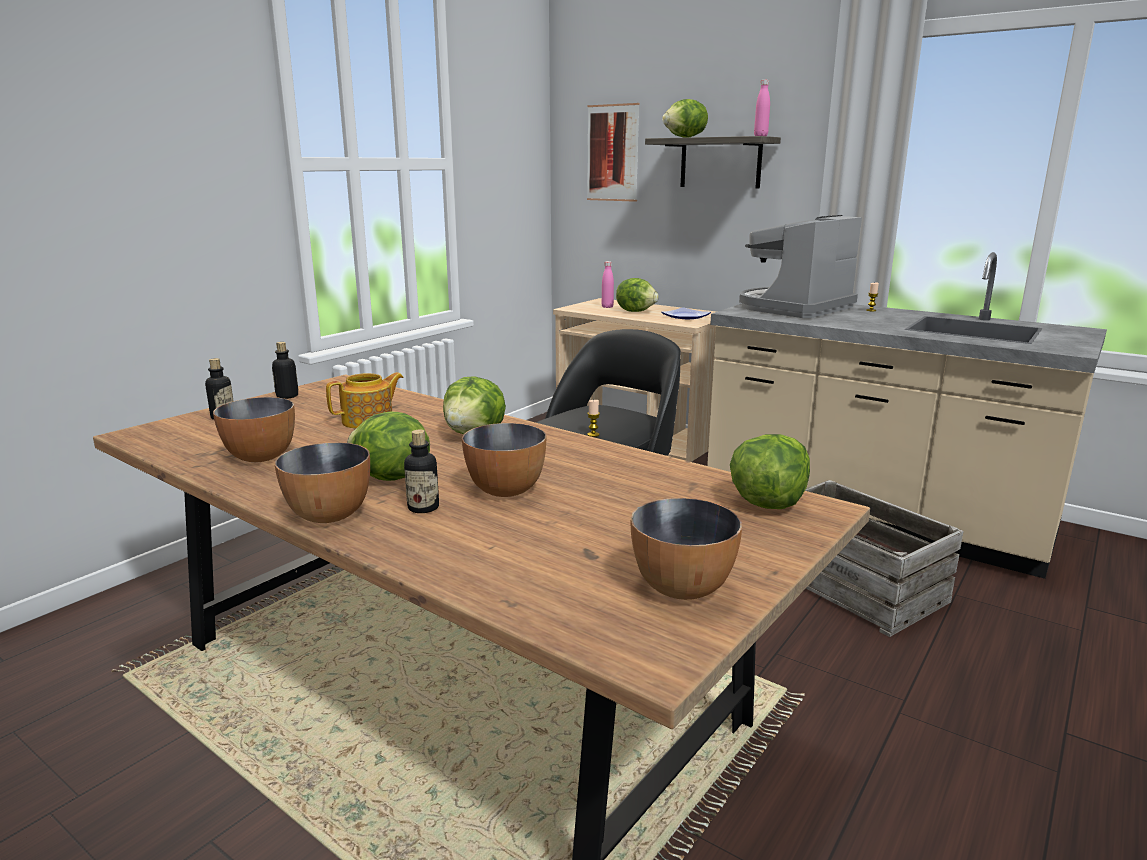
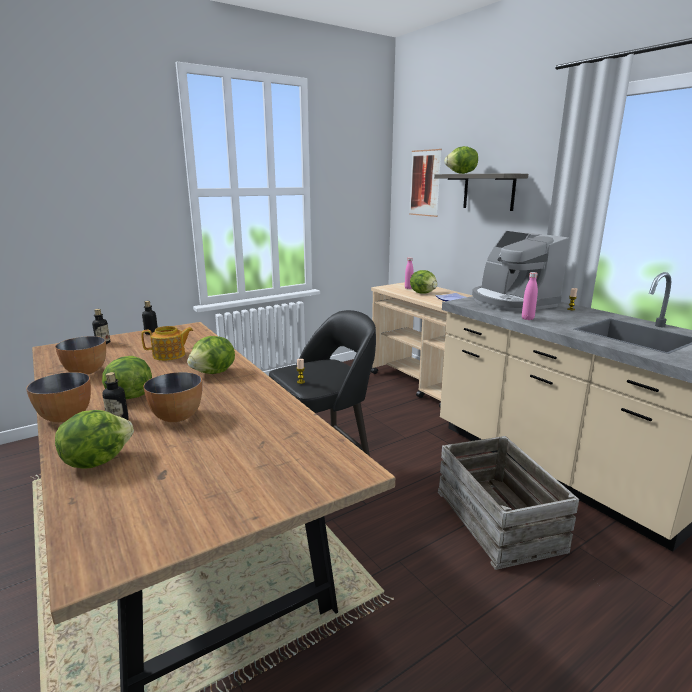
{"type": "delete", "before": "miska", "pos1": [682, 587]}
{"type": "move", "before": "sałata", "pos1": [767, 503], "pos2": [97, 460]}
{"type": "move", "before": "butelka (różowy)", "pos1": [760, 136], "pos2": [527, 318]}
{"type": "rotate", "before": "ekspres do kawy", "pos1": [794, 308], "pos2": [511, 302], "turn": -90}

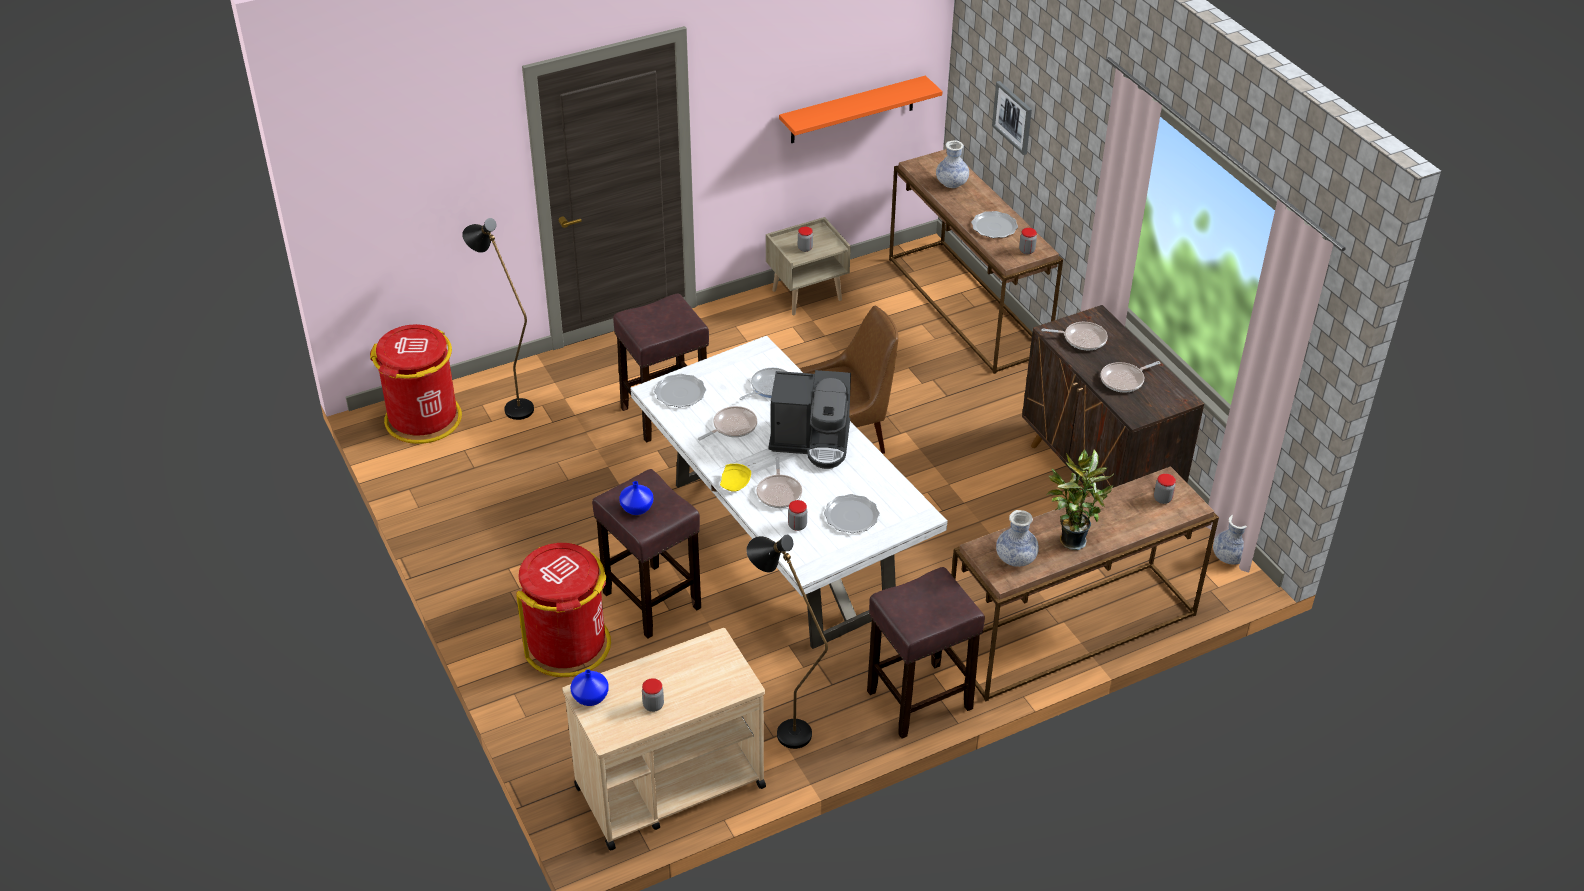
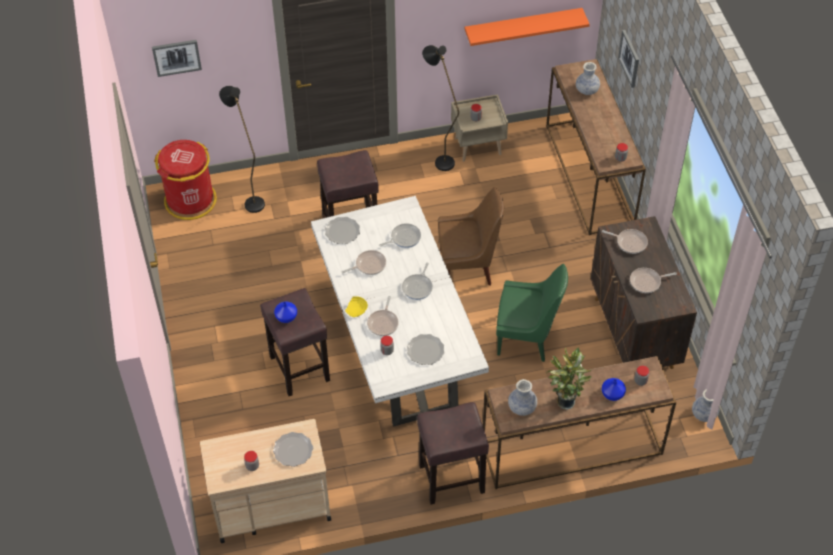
{"type": "delete", "before": "kosz na śmieci (czerwony)", "pos1": [568, 645]}
{"type": "insert", "after": "obraz", "pos2": [176, 57]}
{"type": "insert", "after": "krzesło (zielony)", "pos2": [527, 337]}
{"type": "move", "before": "wazon (niebieski)", "pos1": [589, 697], "pos2": [612, 394]}
{"type": "move", "before": "lampa stojąca (czarny)", "pos1": [783, 728], "pos2": [440, 159]}
{"type": "move", "before": "talerz", "pos1": [994, 227], "pos2": [293, 450]}
{"type": "replace", "before": "ekspres do kawy", "after": "patelnia", "pos1": [812, 441], "pos2": [418, 287]}

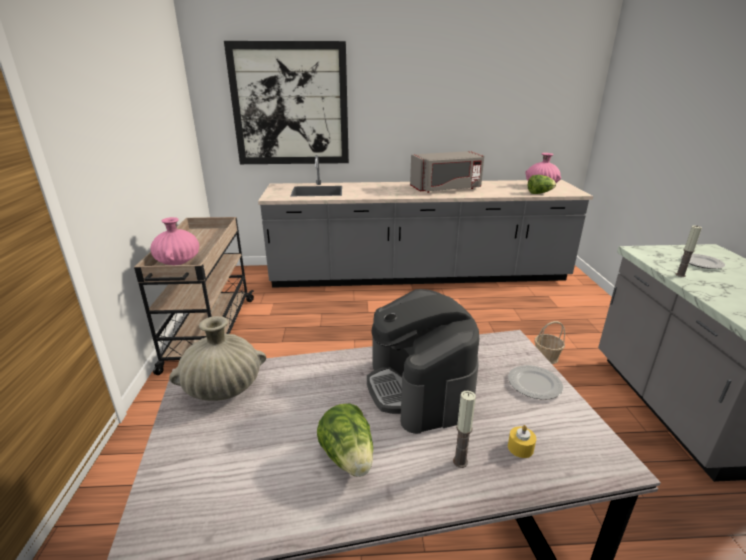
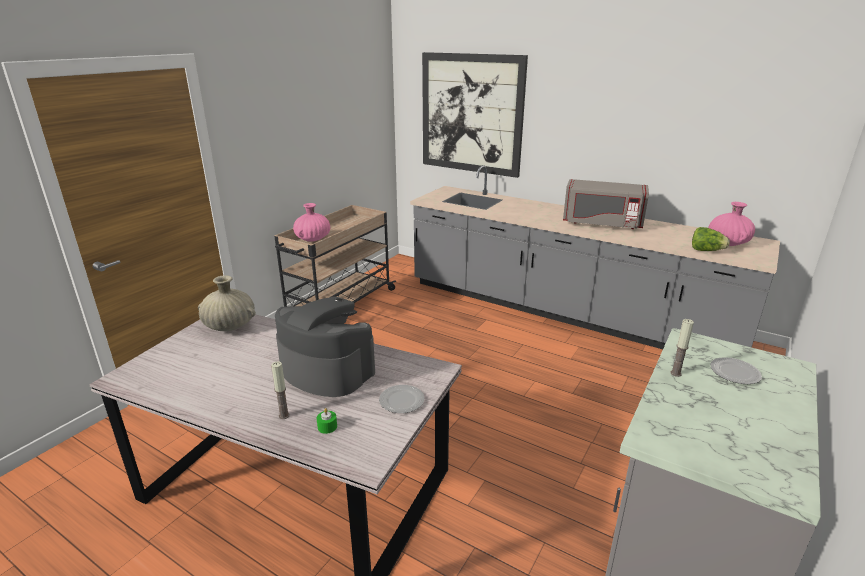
{"type": "delete", "before": "sałata", "pos1": [349, 457]}
{"type": "delete", "before": "koszyk", "pos1": [546, 357]}
{"type": "recolor", "before": "świeca (żółty)", "after": "świeca (zielony)", "pos1": [520, 448], "pos2": [327, 427]}
{"type": "rotate", "before": "ekspres do kawy", "pos1": [419, 388], "pos2": [326, 370], "turn": 105}

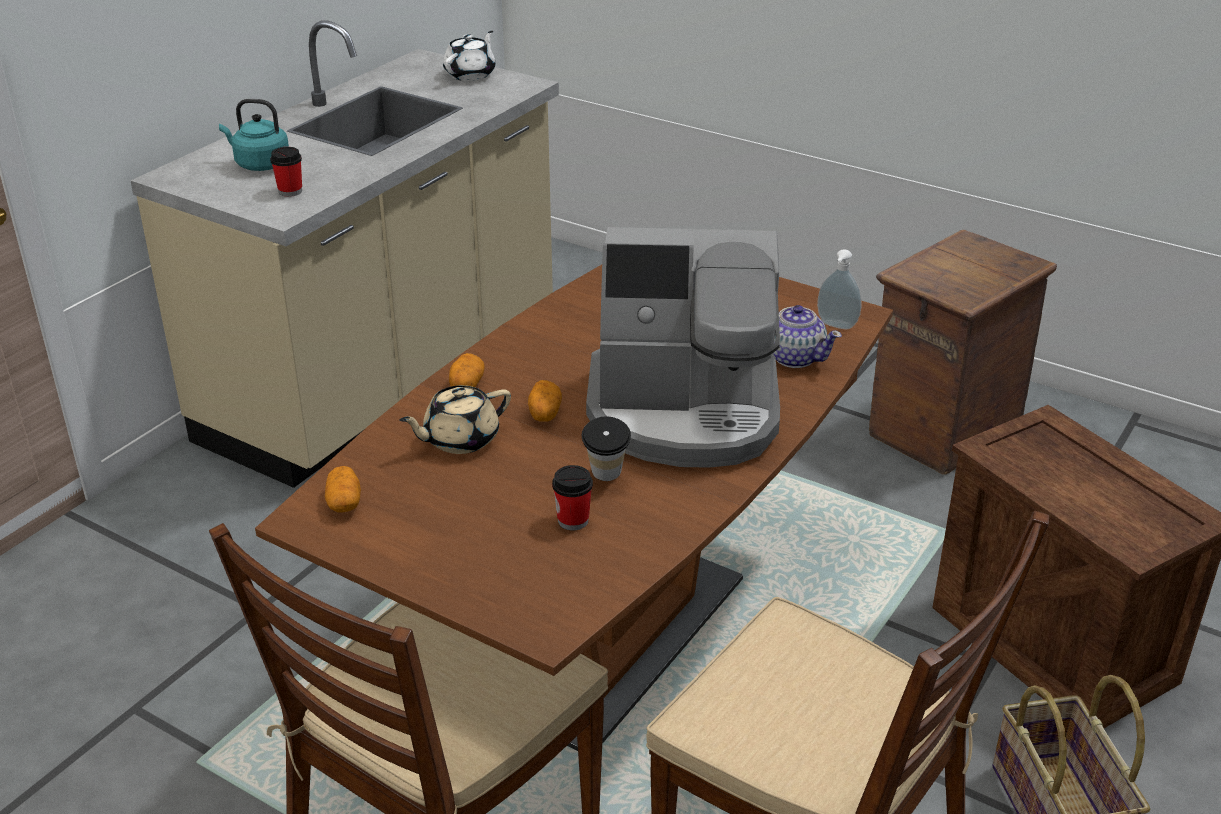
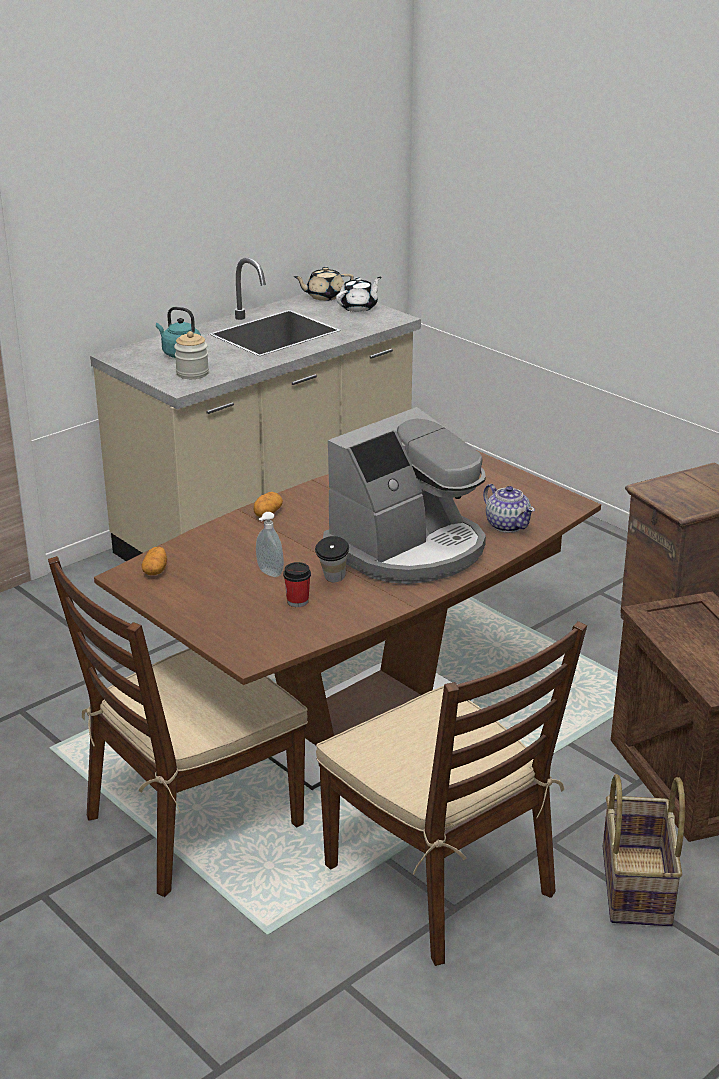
{"type": "delete", "before": "ziemniak", "pos1": [544, 413]}
{"type": "move", "before": "imbryk (beżowy)", "pos1": [459, 439], "pos2": [324, 296]}
{"type": "move", "before": "dozownik mydła", "pos1": [836, 326], "pos2": [268, 573]}
{"type": "replace", "before": "filiżanka", "after": "słoik", "pos1": [290, 191], "pos2": [192, 373]}
{"type": "rotate", "before": "ekspres do kawy", "pos1": [685, 413], "pos2": [408, 550], "turn": -60}

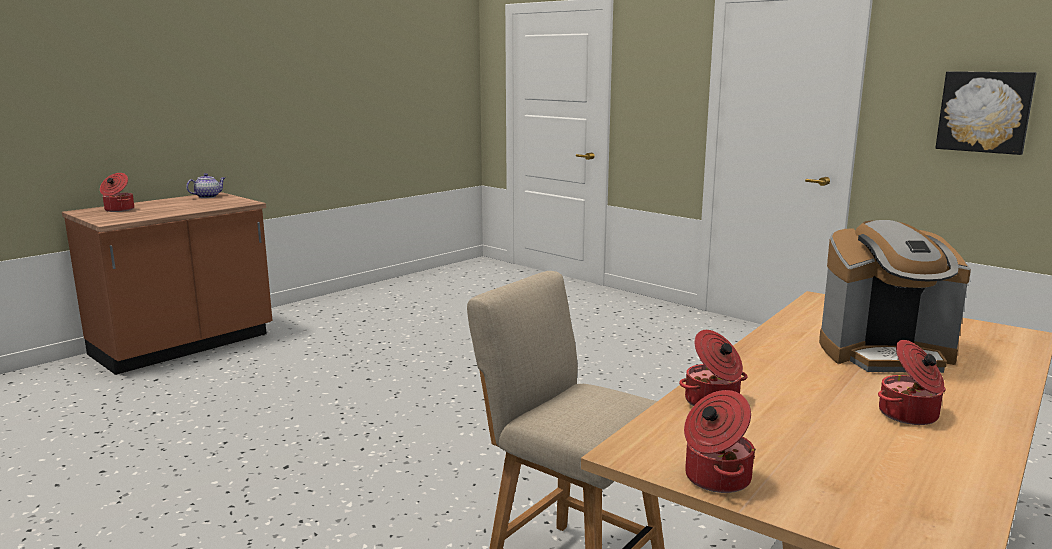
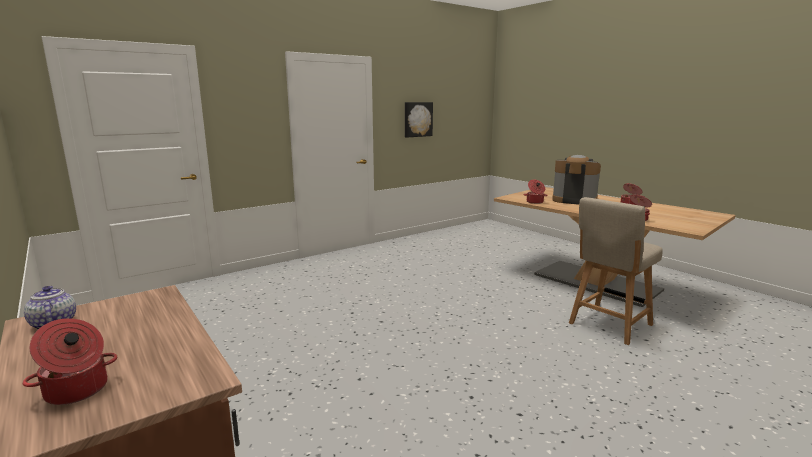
{"type": "move", "before": "garnek", "pos1": [715, 478], "pos2": [535, 202]}
{"type": "rotate", "before": "ekspres do kawy", "pos1": [885, 354], "pos2": [574, 200], "turn": -75}

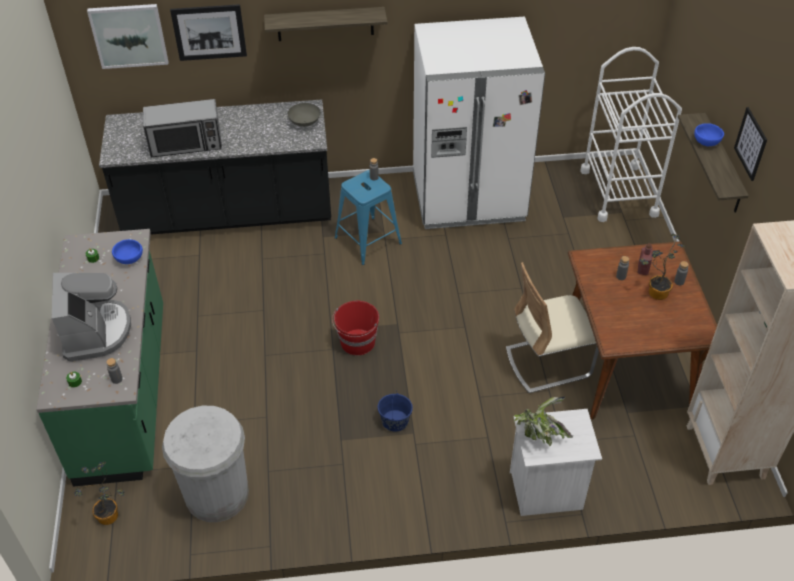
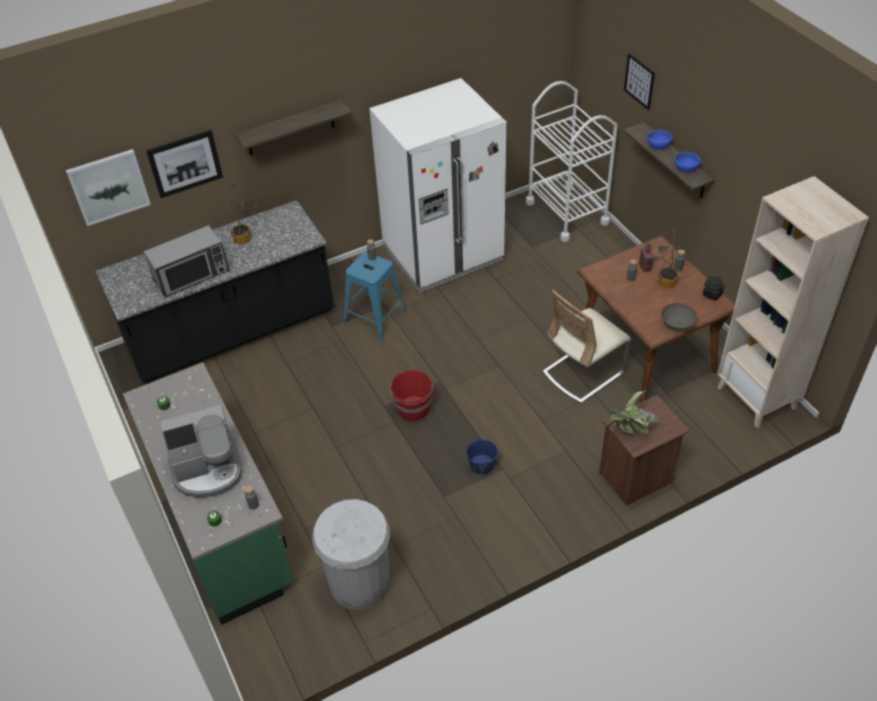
{"type": "insert", "after": "słoik (czarny)", "pos2": [712, 294]}
{"type": "move", "before": "roślina doniczkowa", "pos1": [110, 517], "pos2": [245, 239]}
{"type": "move", "before": "miska (niebieski)", "pos1": [129, 258], "pos2": [685, 168]}
{"type": "move", "before": "miska (szary)", "pos1": [305, 123], "pos2": [677, 324]}
{"type": "move", "before": "obraz", "pos1": [751, 144], "pos2": [639, 81]}
{"type": "recolor", "before": "szafka nocna (biały)", "after": "szafka nocna (brązowy)", "pos1": [546, 491], "pos2": [636, 478]}
{"type": "rotate", "before": "ekspres do kawy", "pos1": [96, 332], "pos2": [208, 470], "turn": 105}

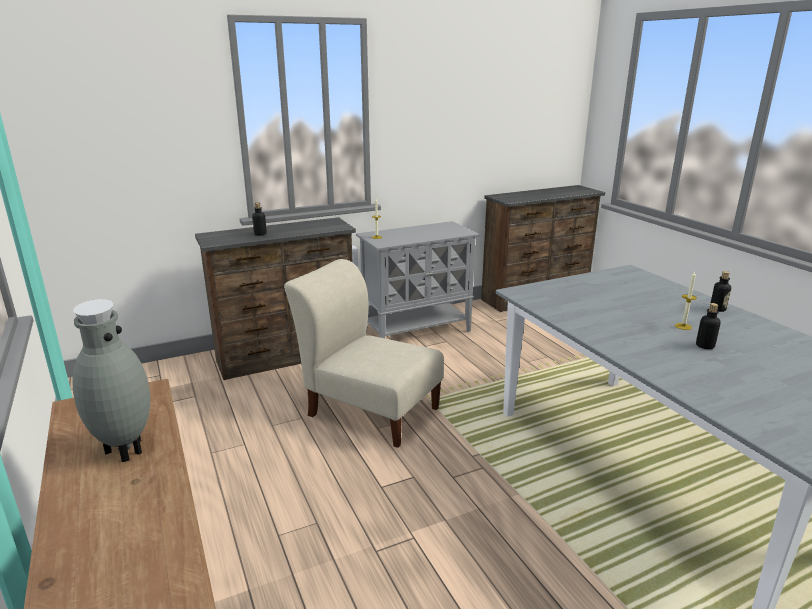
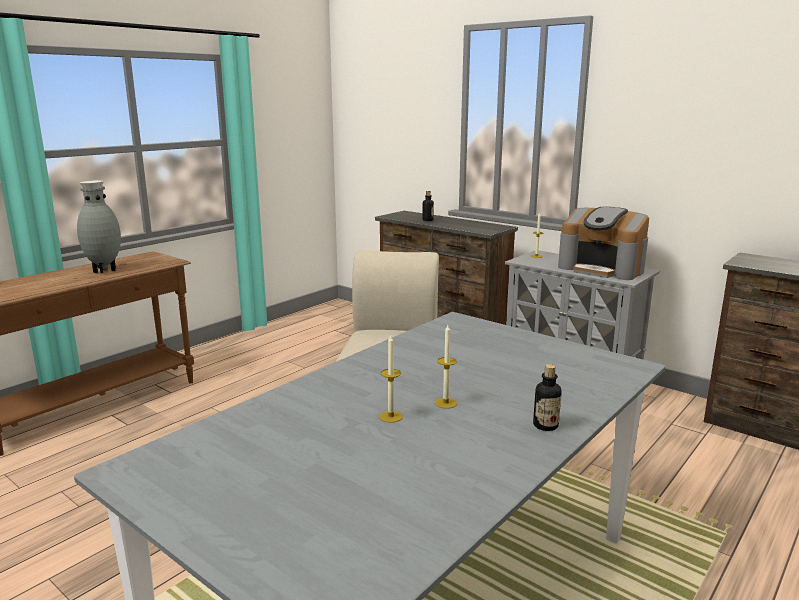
{"type": "insert", "after": "ekspres do kawy", "pos2": [602, 269]}
{"type": "replace", "before": "butelka", "after": "świeca", "pos1": [705, 346], "pos2": [391, 416]}

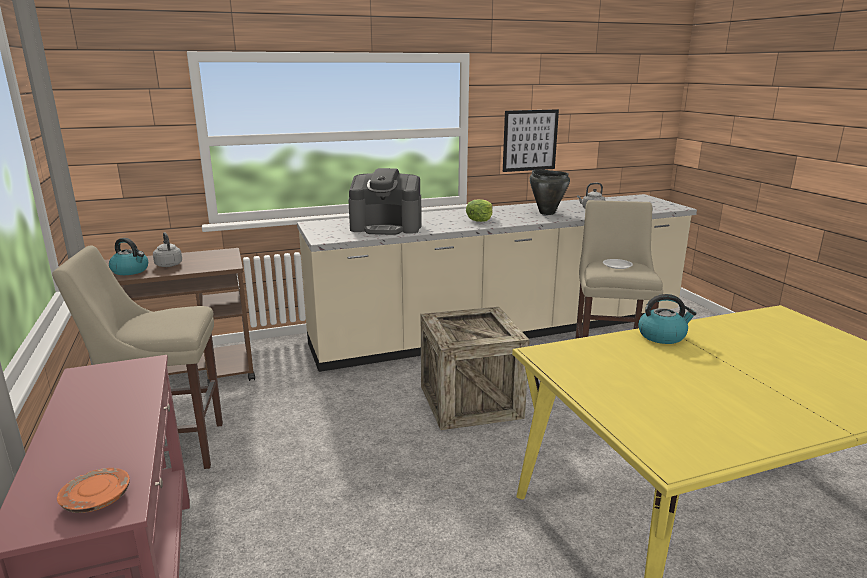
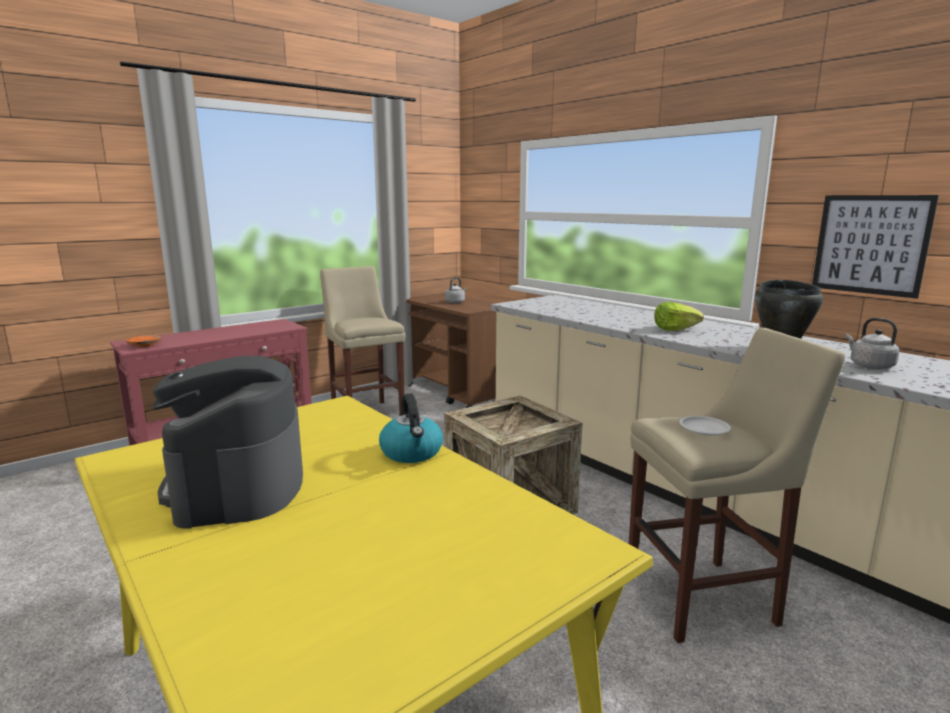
{"type": "delete", "before": "czajnik", "pos1": [131, 271]}
{"type": "move", "before": "ekspres do kawy", "pos1": [386, 227], "pos2": [237, 484]}

